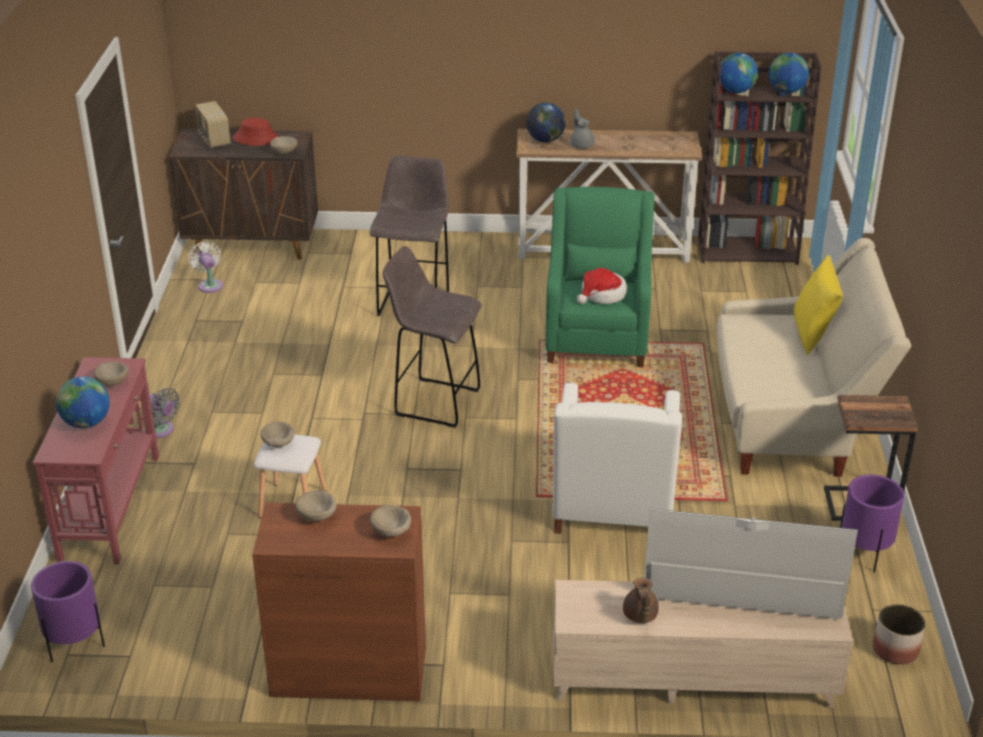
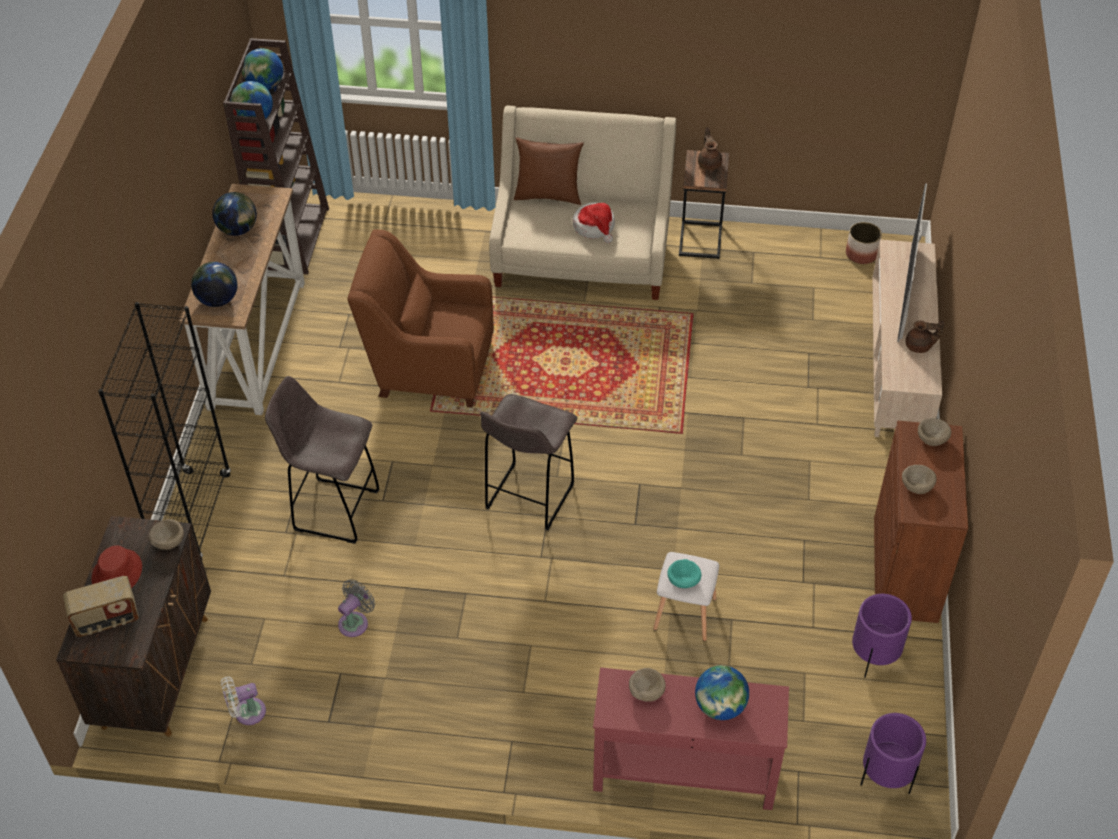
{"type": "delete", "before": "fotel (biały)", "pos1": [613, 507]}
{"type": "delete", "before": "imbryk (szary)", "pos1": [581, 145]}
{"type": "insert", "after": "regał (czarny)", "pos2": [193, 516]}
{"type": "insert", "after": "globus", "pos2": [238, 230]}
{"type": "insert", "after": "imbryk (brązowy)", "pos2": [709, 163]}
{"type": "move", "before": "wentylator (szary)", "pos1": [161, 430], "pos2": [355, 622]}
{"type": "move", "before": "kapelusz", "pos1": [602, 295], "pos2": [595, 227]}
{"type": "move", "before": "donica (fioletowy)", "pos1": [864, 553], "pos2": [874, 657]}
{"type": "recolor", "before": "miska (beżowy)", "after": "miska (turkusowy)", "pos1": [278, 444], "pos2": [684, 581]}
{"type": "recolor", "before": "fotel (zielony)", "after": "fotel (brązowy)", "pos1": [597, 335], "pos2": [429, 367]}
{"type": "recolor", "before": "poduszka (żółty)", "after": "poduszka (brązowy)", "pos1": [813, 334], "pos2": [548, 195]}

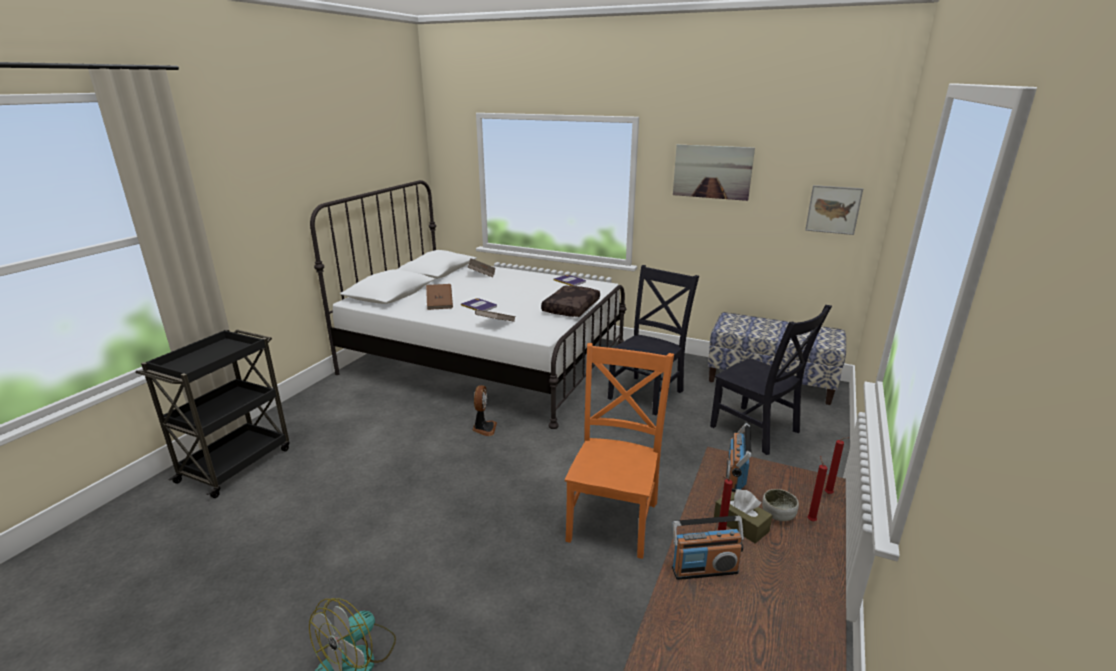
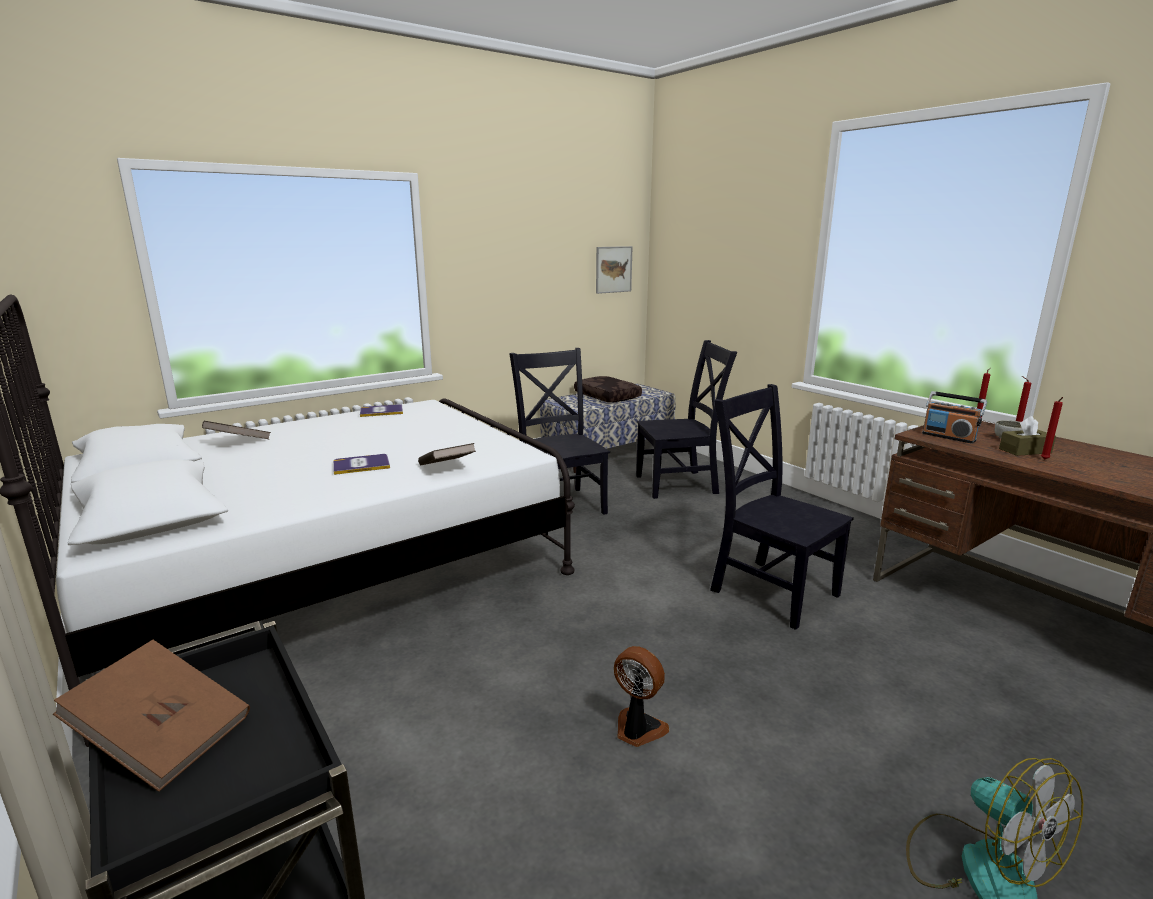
{"type": "delete", "before": "radio", "pos1": [704, 569]}
{"type": "delete", "before": "obraz", "pos1": [712, 172]}
{"type": "move", "before": "książka (brązowy)", "pos1": [440, 304], "pos2": [164, 738]}
{"type": "move", "before": "wentylator", "pos1": [484, 428], "pos2": [637, 729]}
{"type": "move", "before": "poduszka (brązowy)", "pos1": [570, 307], "pos2": [606, 397]}
{"type": "recolor", "before": "krzesło (pomarańczowy)", "after": "krzesło (czarny)", "pos1": [614, 518], "pos2": [770, 590]}

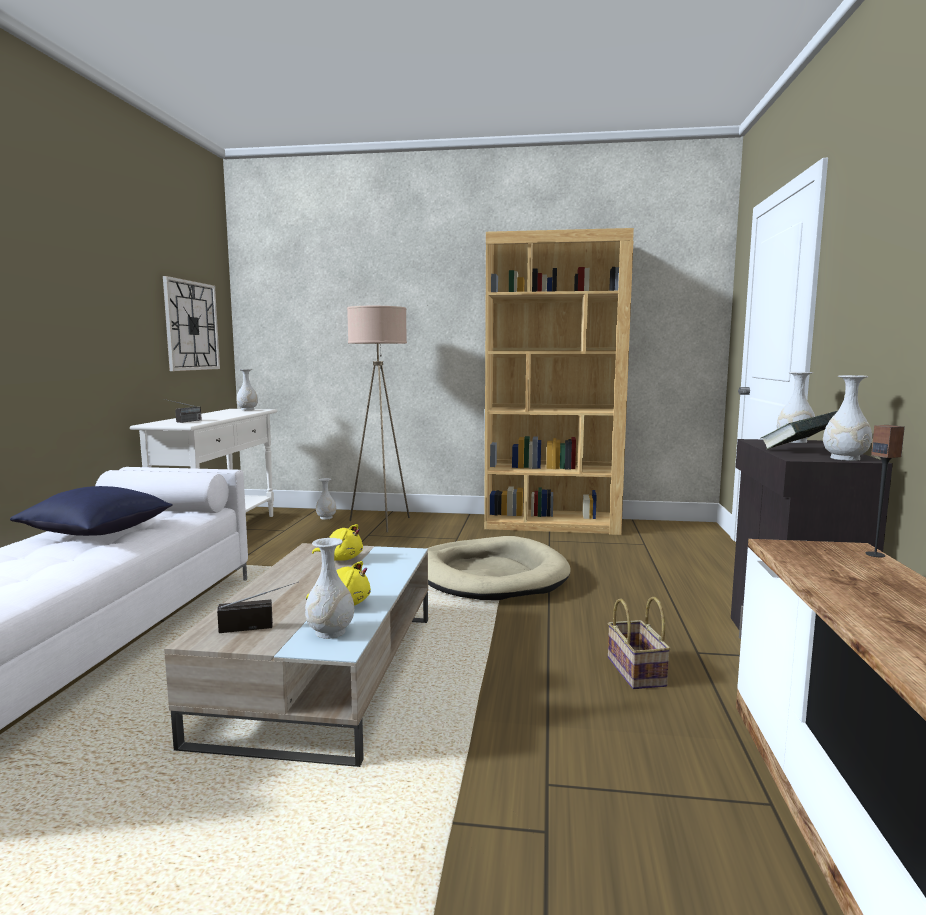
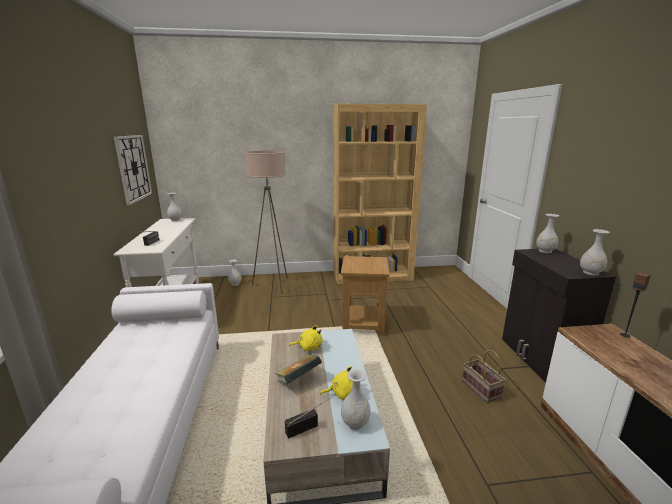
{"type": "delete", "before": "poduszka (niebieski)", "pos1": [97, 533]}
{"type": "move", "before": "książka", "pos1": [799, 450], "pos2": [298, 379]}
{"type": "replace", "before": "legowisko (beżowy)", "after": "stolik (brązowy)", "pos1": [490, 575], "pos2": [363, 323]}

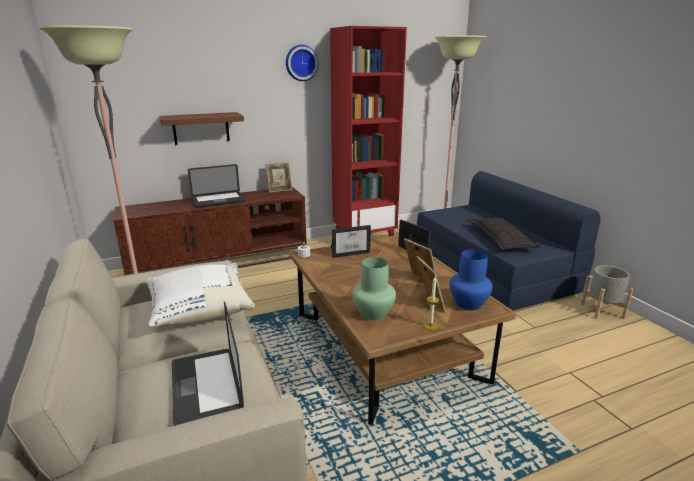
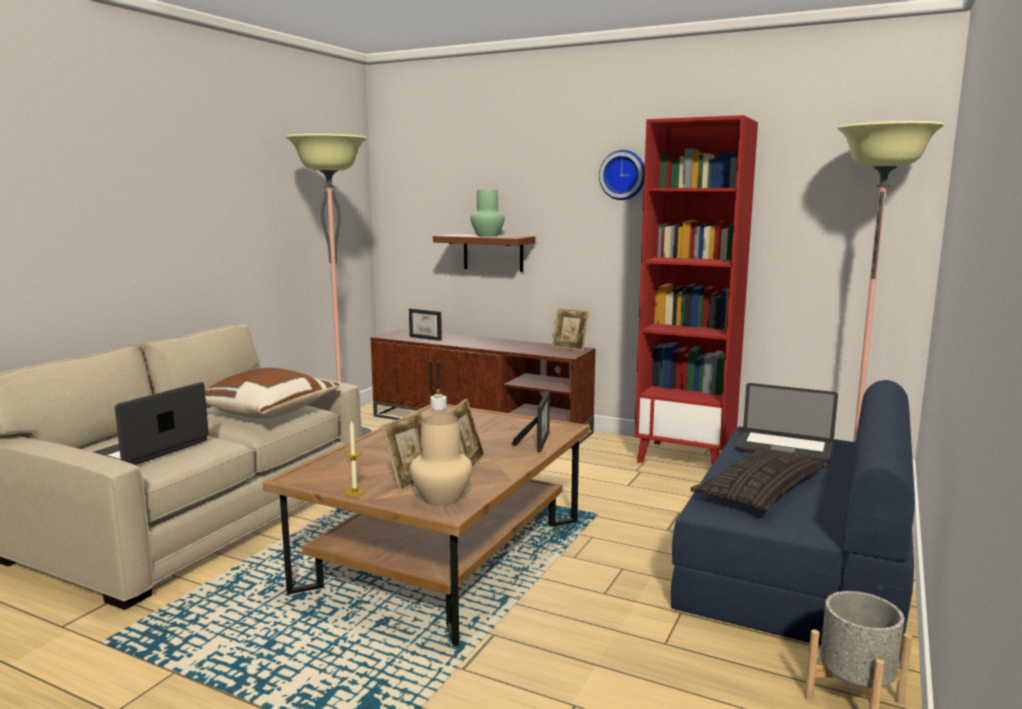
{"type": "move", "before": "laptop", "pos1": [218, 200], "pos2": [784, 449]}
{"type": "move", "before": "ramka na zdjęcie", "pos1": [350, 253], "pos2": [428, 338]}
{"type": "move", "before": "wazon (zielony)", "pos1": [373, 313], "pos2": [487, 236]}
{"type": "recolor", "before": "poduszka (biały)", "after": "poduszka (brązowy)", "pos1": [199, 310], "pos2": [267, 413]}
{"type": "recolor", "before": "wazon (niebieski)", "after": "wazon (beżowy)", "pos1": [467, 304], "pos2": [441, 498]}

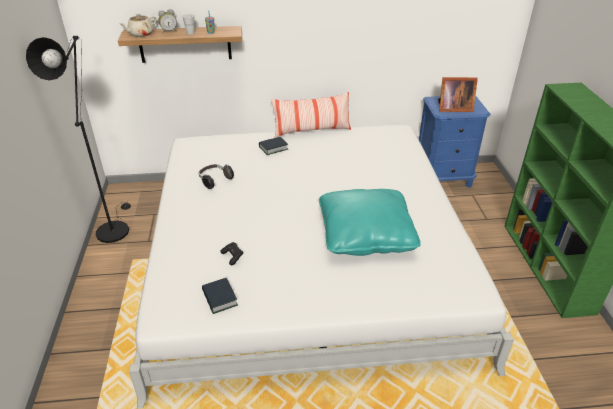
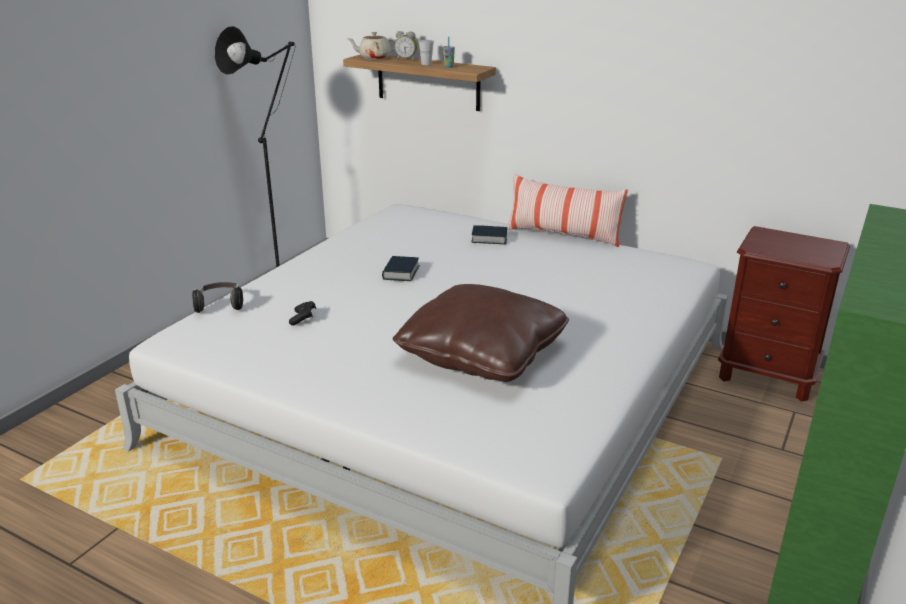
{"type": "delete", "before": "ramka na zdjęcie", "pos1": [453, 108]}
{"type": "move", "before": "słuchawki", "pos1": [214, 180], "pos2": [220, 305]}
{"type": "move", "before": "książka", "pos1": [219, 298], "pos2": [401, 273]}
{"type": "recolor", "before": "poduszka (turkusowy)", "after": "poduszka (brązowy)", "pos1": [365, 235], "pos2": [482, 354]}
{"type": "recolor", "before": "szafka nocna (niebieski)", "after": "szafka nocna (brązowy)", "pos1": [443, 178], "pos2": [767, 376]}

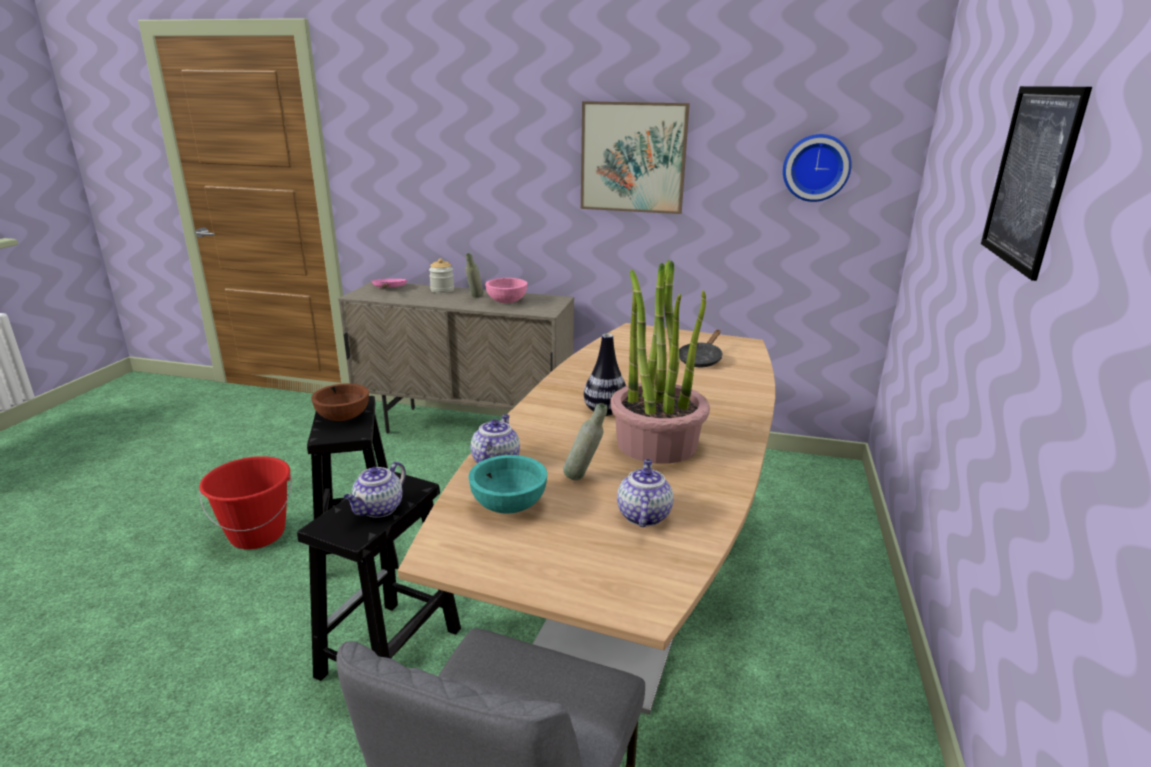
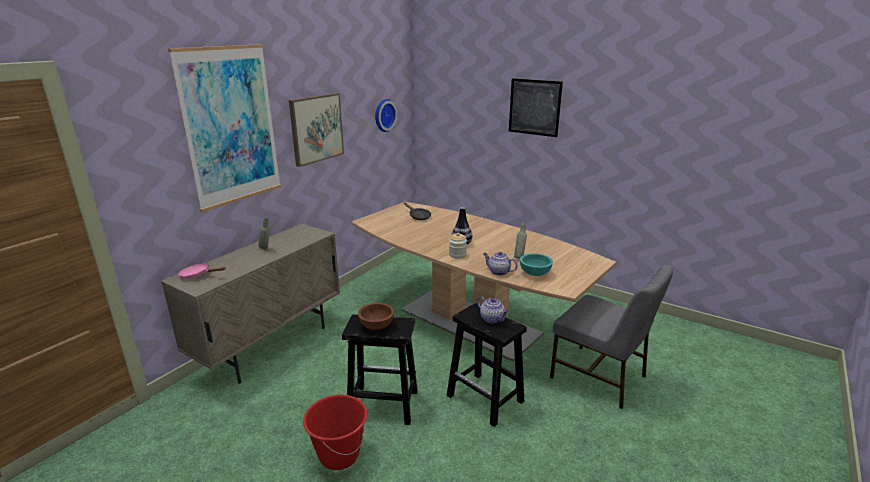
{"type": "delete", "before": "miska (różowy)", "pos1": [506, 301]}
{"type": "delete", "before": "roślina doniczkowa", "pos1": [656, 442]}
{"type": "delete", "before": "imbryk", "pos1": [643, 515]}
{"type": "insert", "after": "obraz", "pos2": [230, 126]}
{"type": "move", "before": "słoik", "pos1": [442, 290], "pos2": [457, 255]}

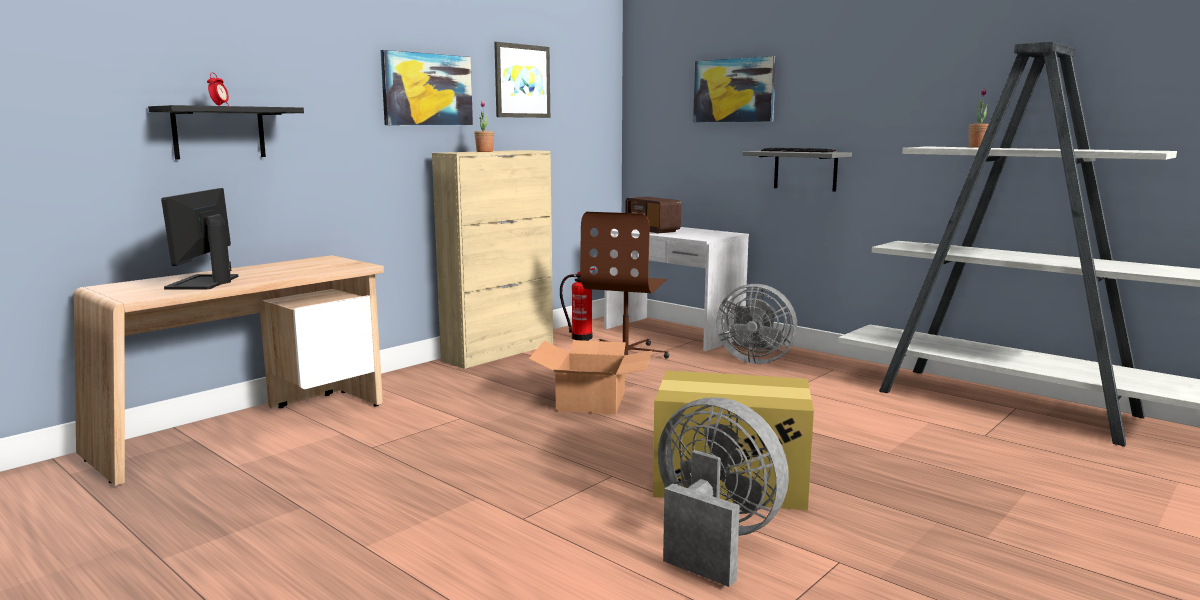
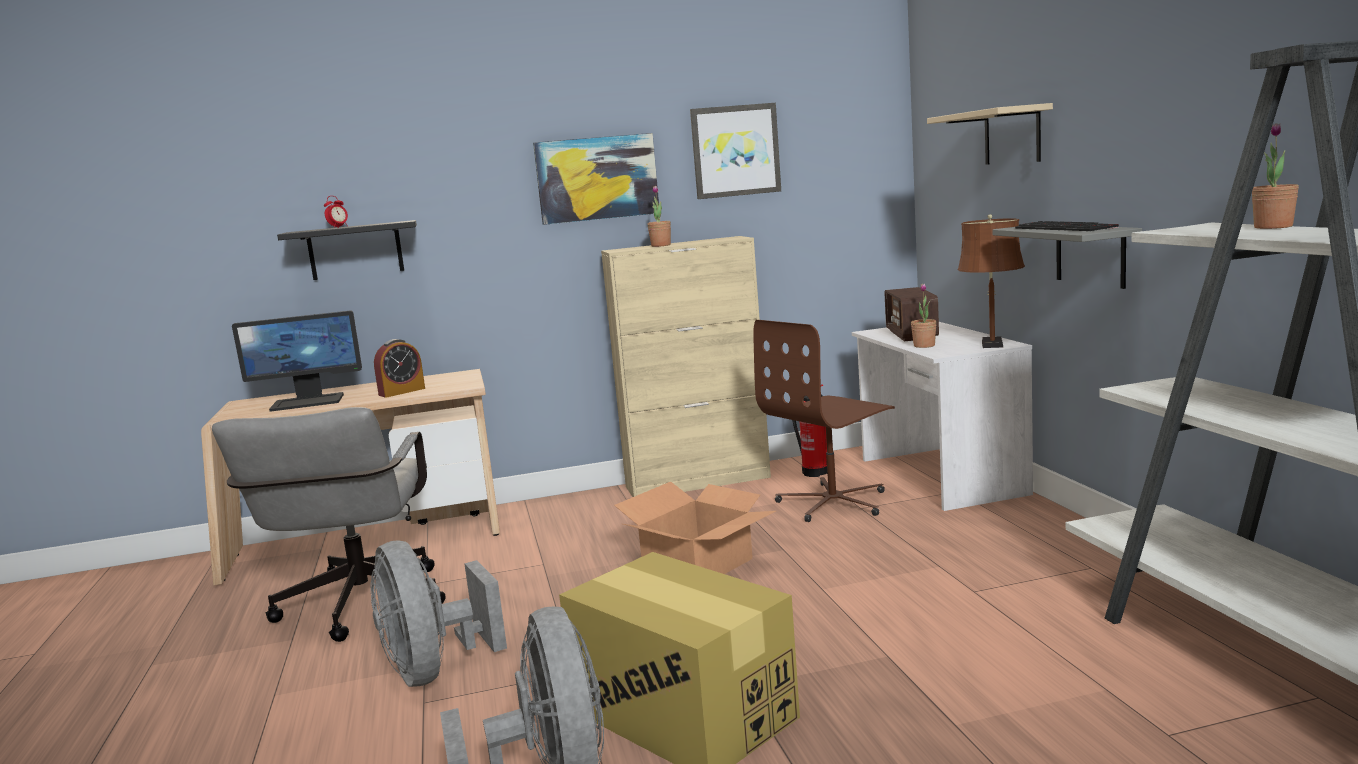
{"type": "insert", "after": "krzesło biurowe (szary)", "pos2": [358, 610]}
{"type": "insert", "after": "budzik", "pos2": [402, 392]}
{"type": "insert", "after": "roślina doniczkowa", "pos2": [924, 346]}
{"type": "insert", "after": "lampa stołowa (brązowy)", "pos2": [992, 343]}
{"type": "move", "before": "wentylator (szary)", "pos1": [754, 360], "pos2": [434, 670]}
{"type": "replace", "before": "obraz", "after": "półka (beżowy)", "pos1": [734, 90], "pos2": [1012, 136]}
{"type": "rotate", "before": "monitor", "pos1": [204, 282], "pos2": [308, 402], "turn": -135}

